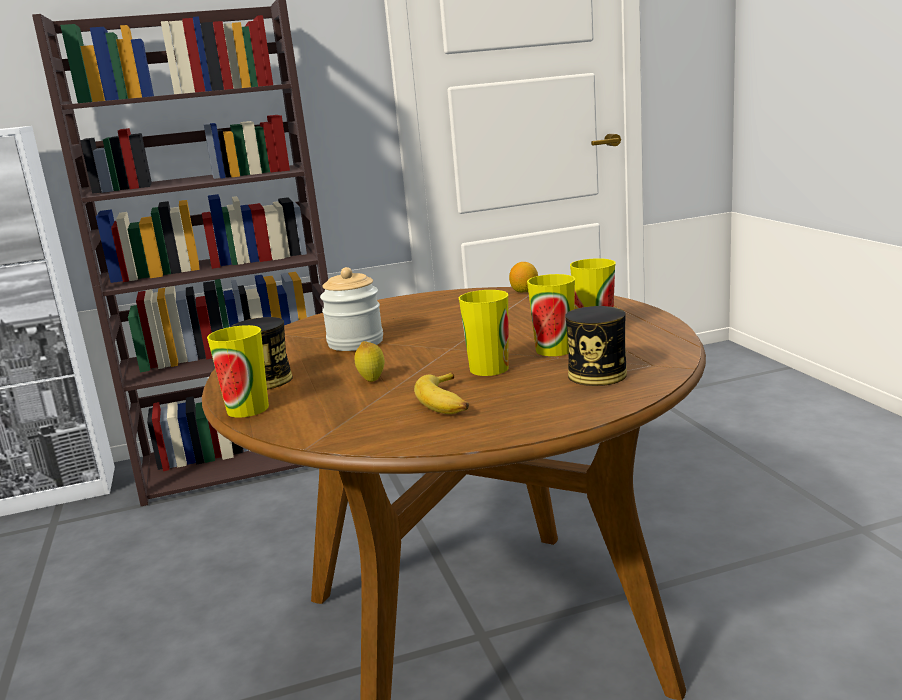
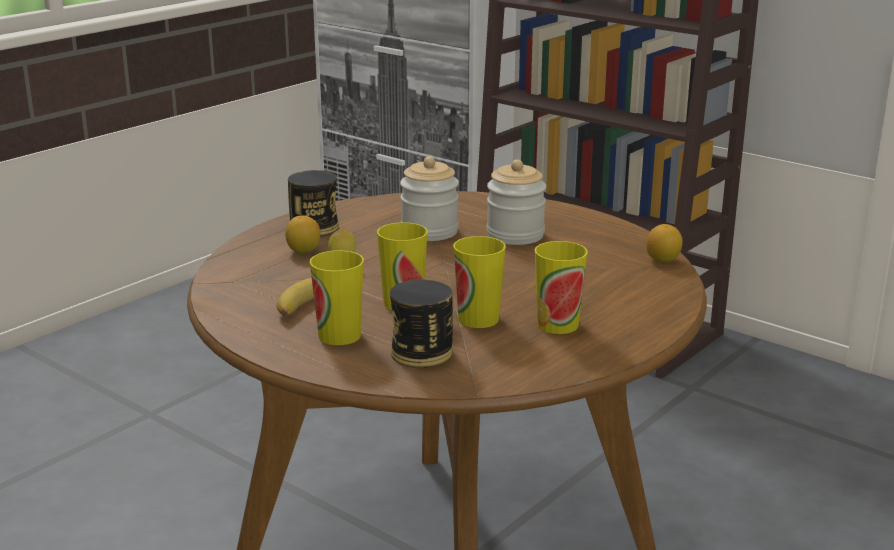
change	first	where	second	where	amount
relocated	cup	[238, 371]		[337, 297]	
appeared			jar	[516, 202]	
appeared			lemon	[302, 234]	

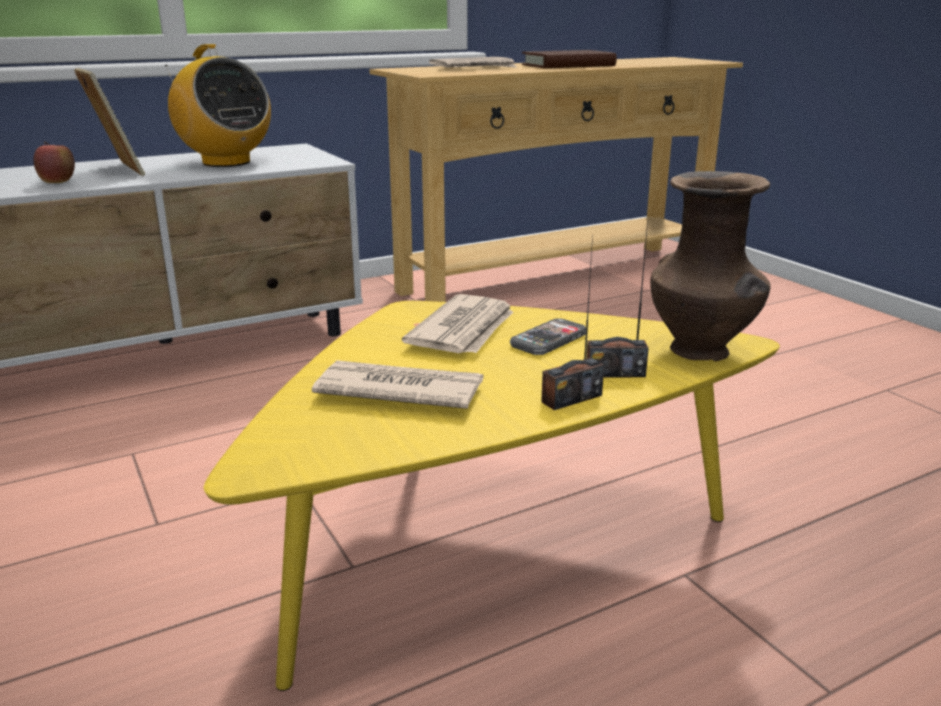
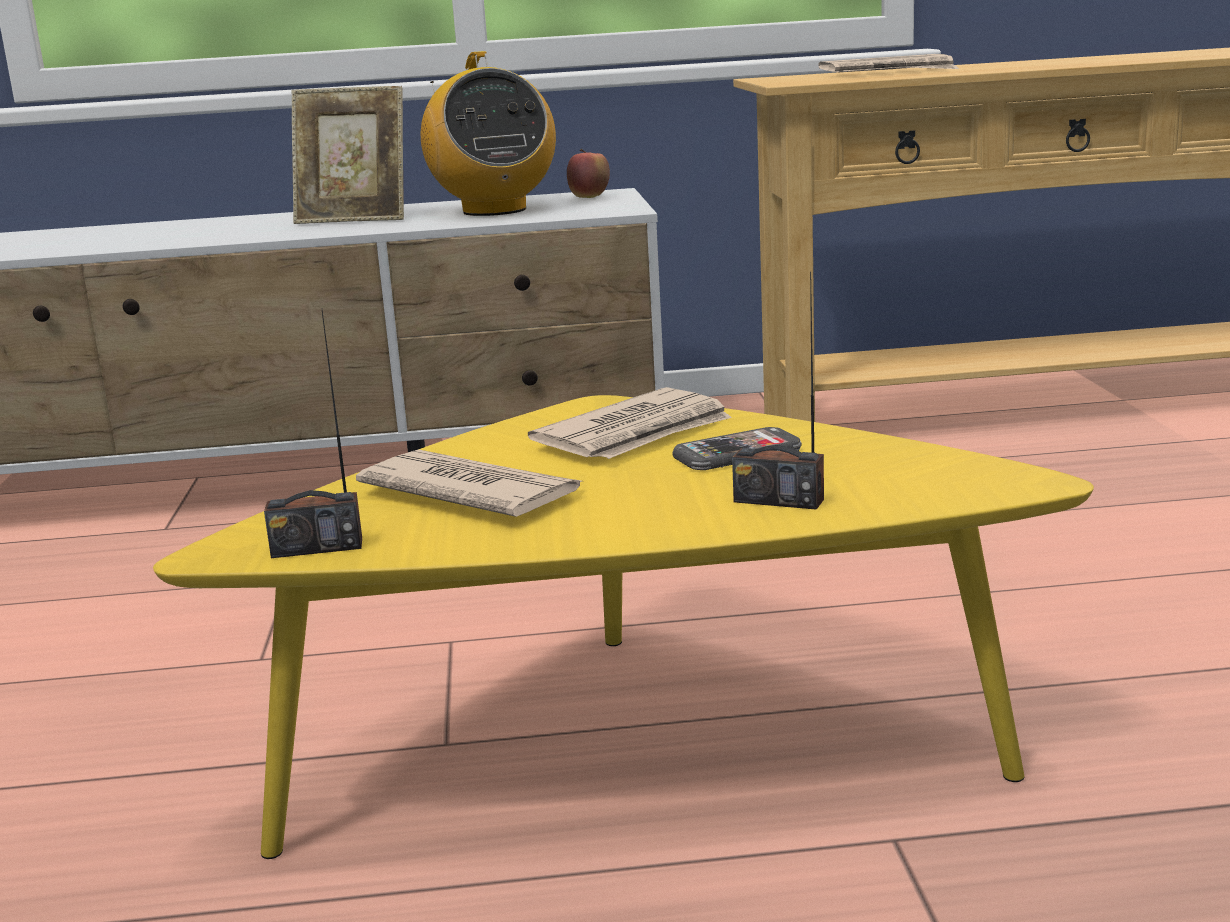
change	first	where	second	where	amount
missing	brown book	[569, 59]			
spun	picture frame	[109, 122]		[348, 155]	105 degrees clockwise
relocated	apple	[54, 162]		[588, 173]	
missing	brown vase	[710, 266]			
relocated	radio	[572, 322]		[313, 434]	

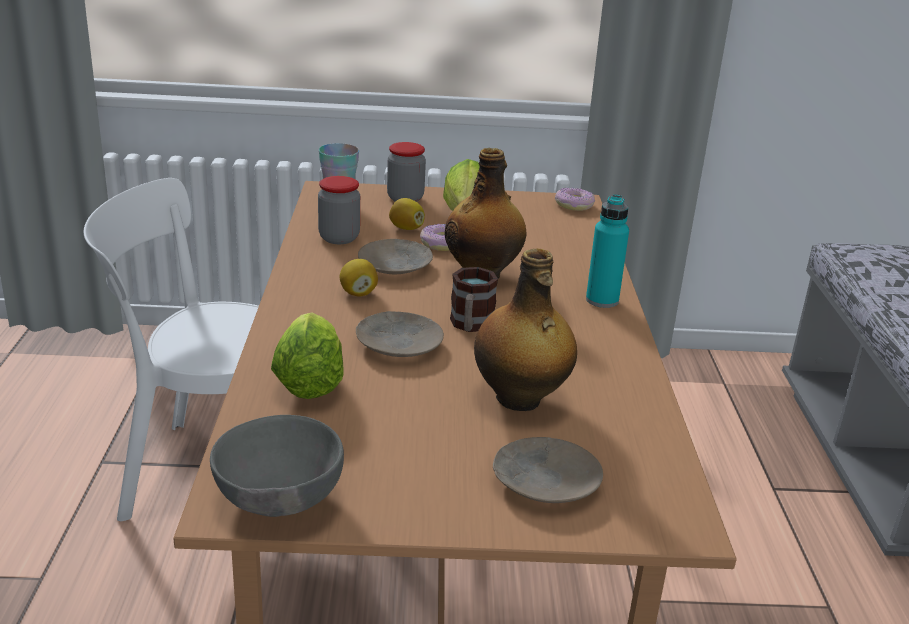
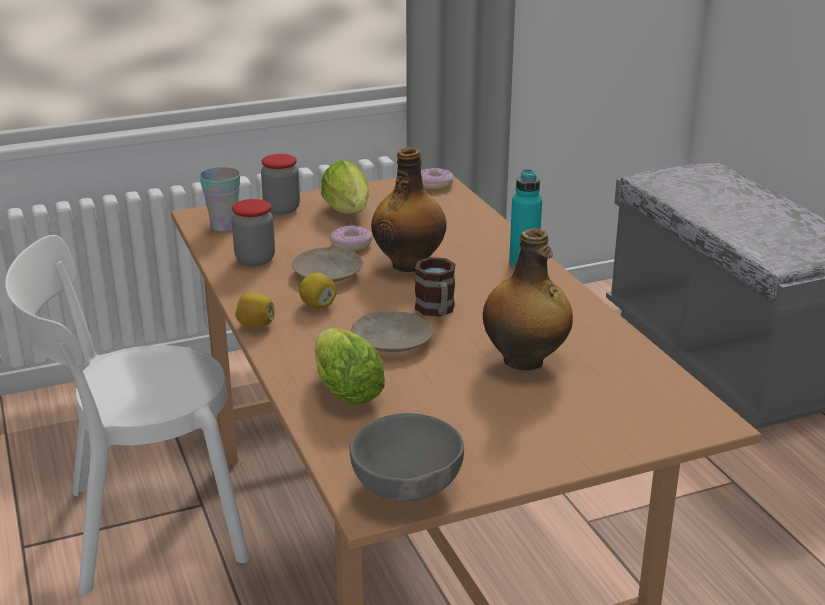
change	first	where	second	where	amount
relocated	lemon	[407, 214]		[255, 309]	
missing	beige plate	[548, 470]			

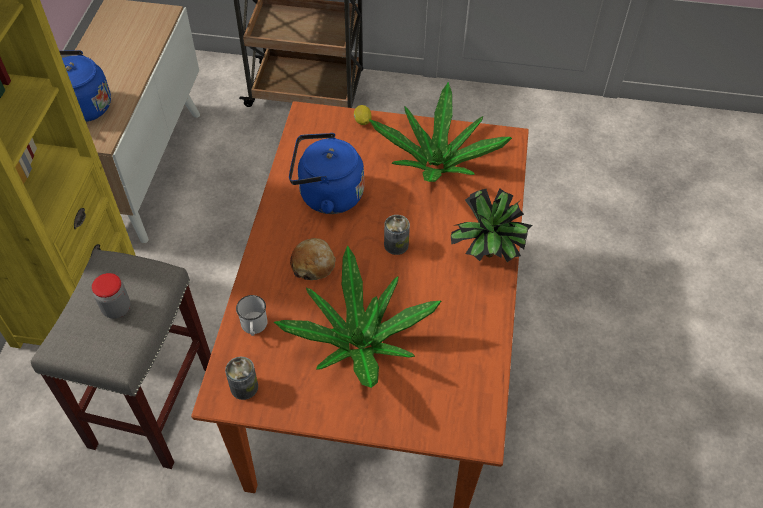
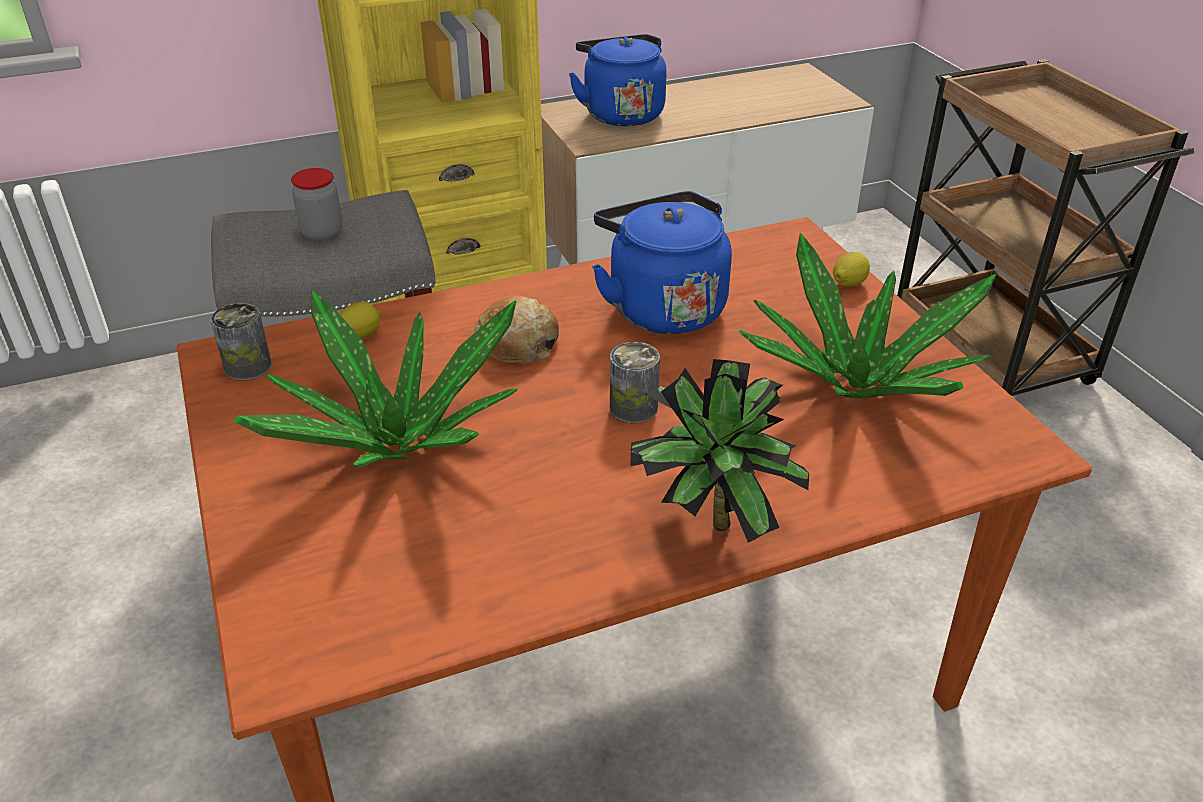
change	first	where	second	where	amount
exchanged	white mug	[252, 315]	lemon	[360, 320]	

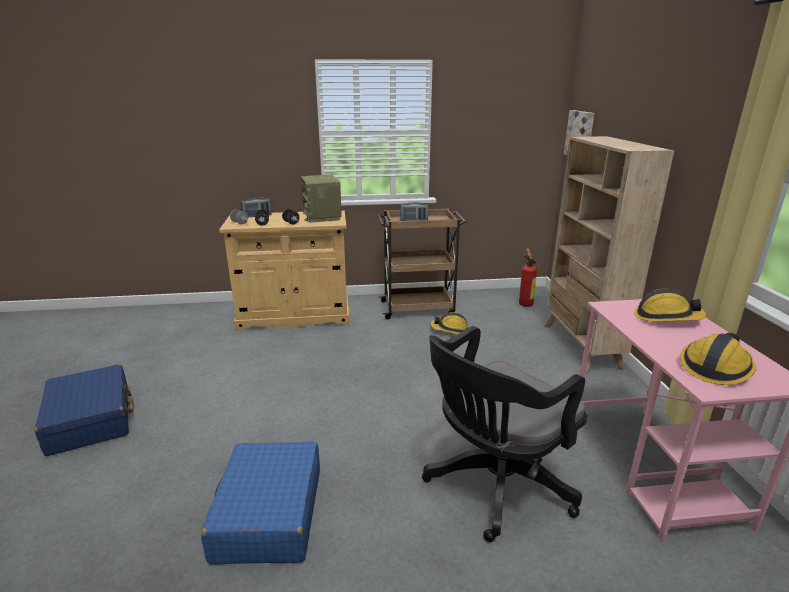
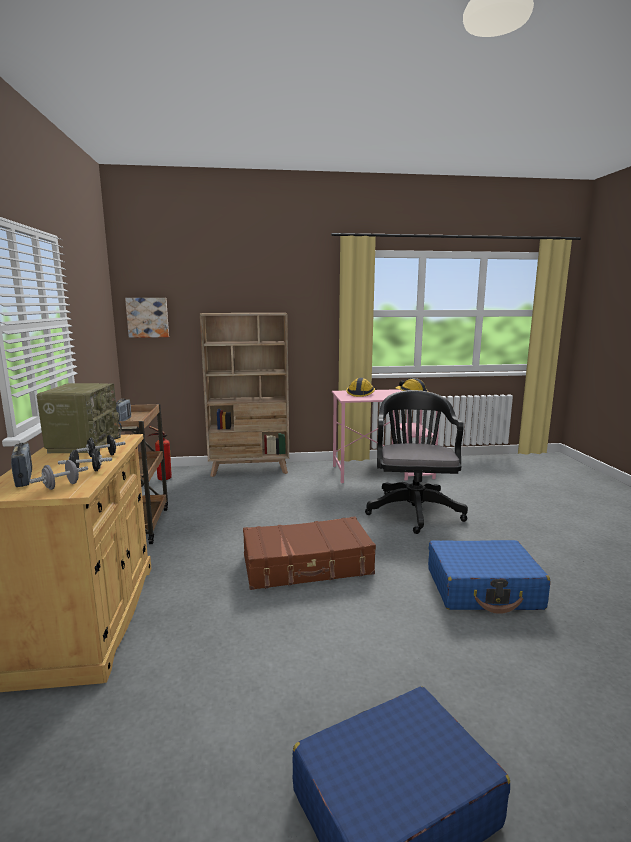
change	first	where	second	where	amount
spun	radio	[321, 199]		[79, 418]	75 degrees counterclockwise
missing	hard hat	[449, 323]			
spun	black office chair	[504, 434]		[416, 462]	135 degrees counterclockwise
appeared			brown suitcase	[309, 553]	

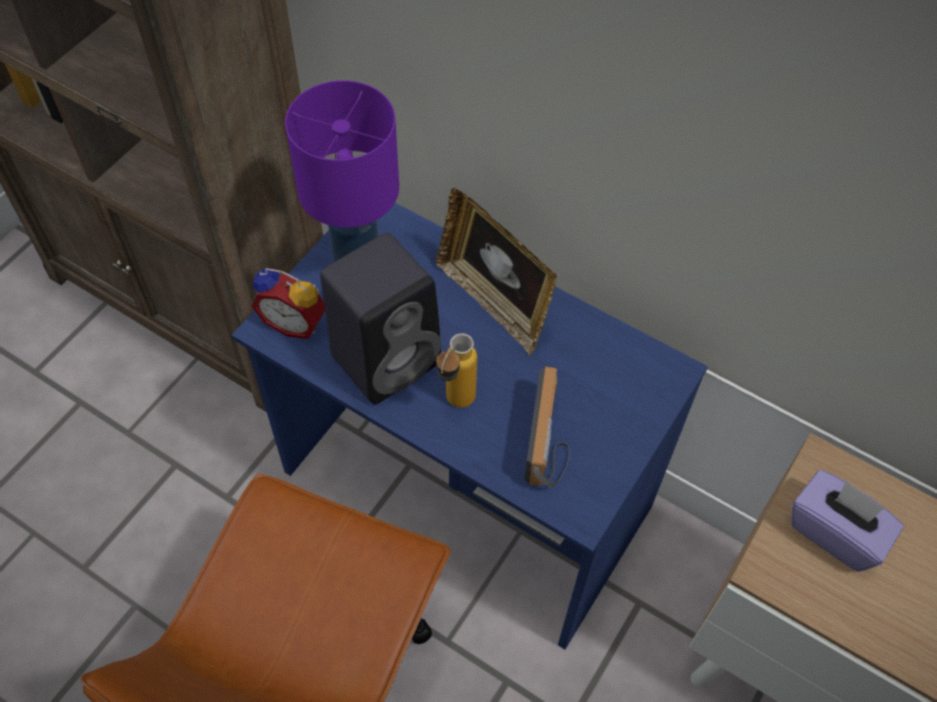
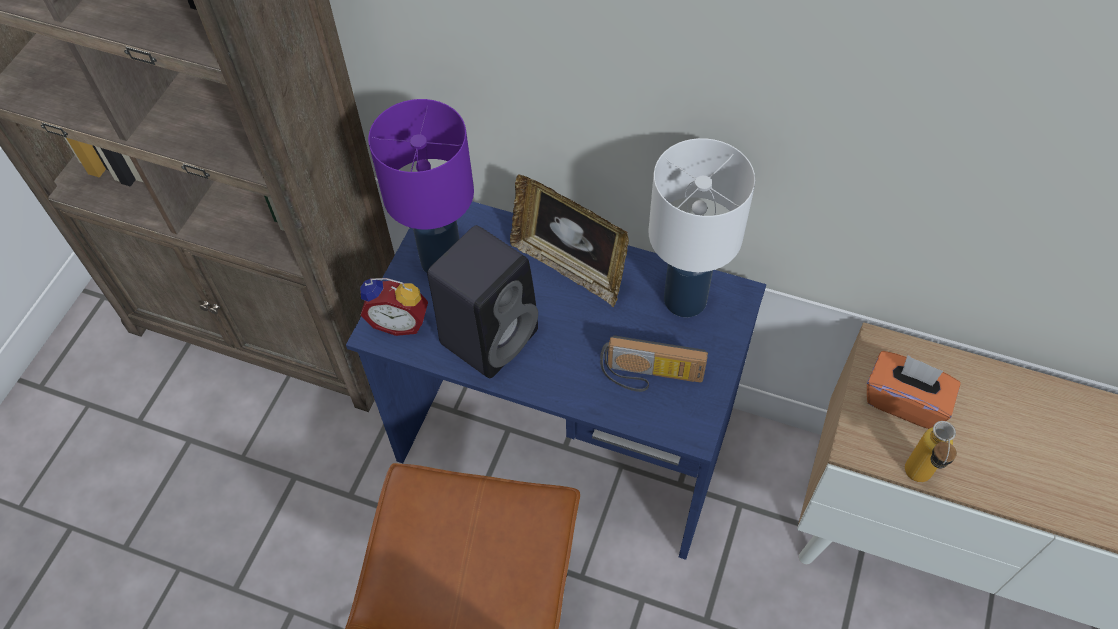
change	first	where	second	where	amount
relocated	bottle	[456, 370]		[931, 451]	
spun	radio	[547, 427]		[654, 364]	105 degrees clockwise
colour	purple tissue box	[847, 521]	orange tissue box	[914, 390]	
appeared			white table lamp	[702, 227]	

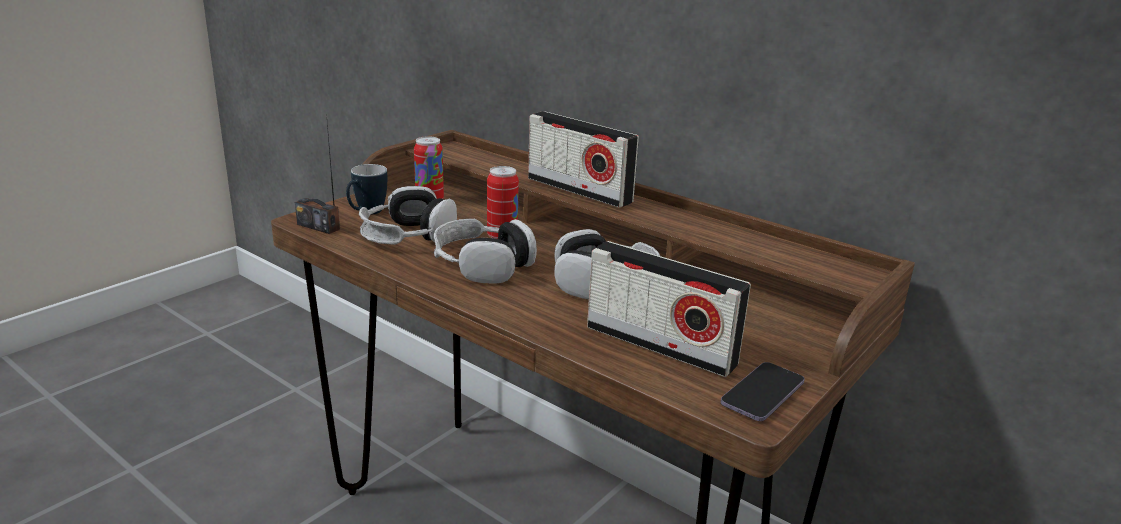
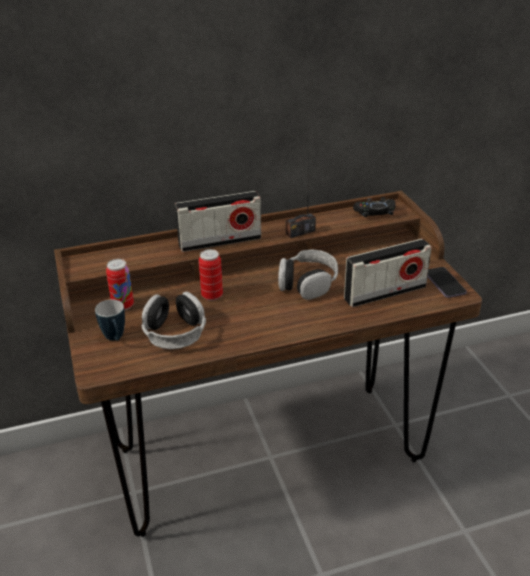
change	first	where	second	where	amount
relocated	radio	[317, 174]		[301, 204]	
missing	headphones	[485, 251]			
appeared			black game controller	[374, 207]	

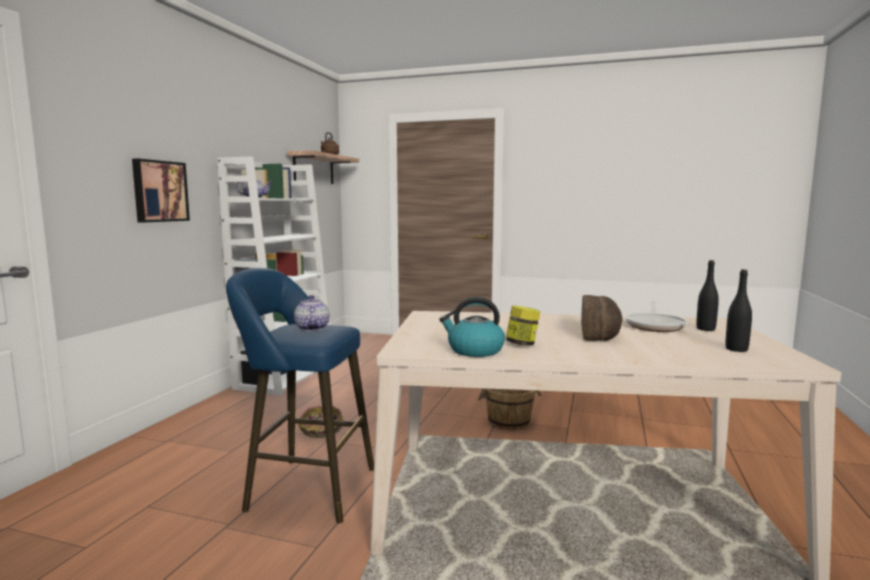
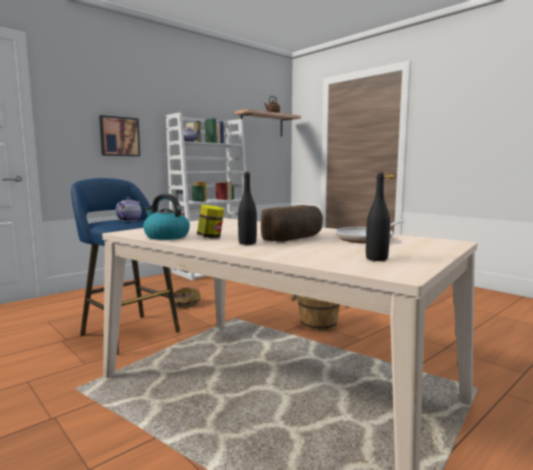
change	first	where	second	where	amount
relocated	black bottle	[707, 295]		[247, 208]	

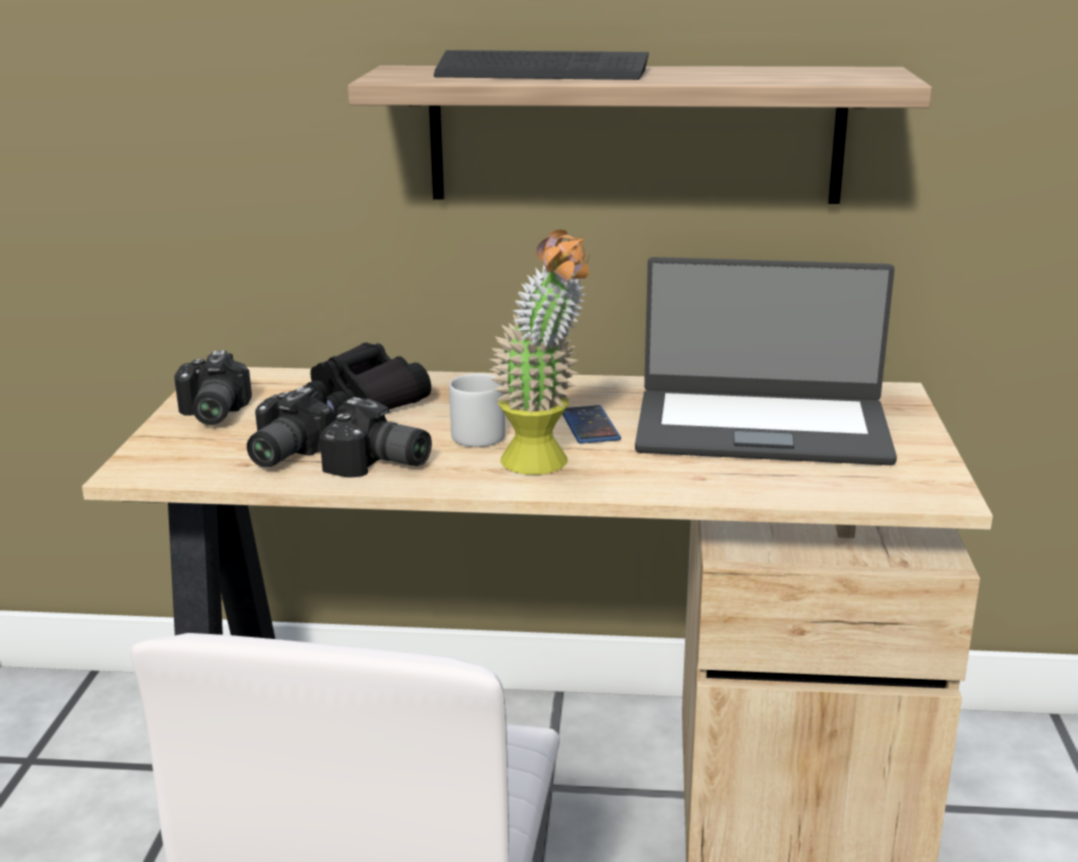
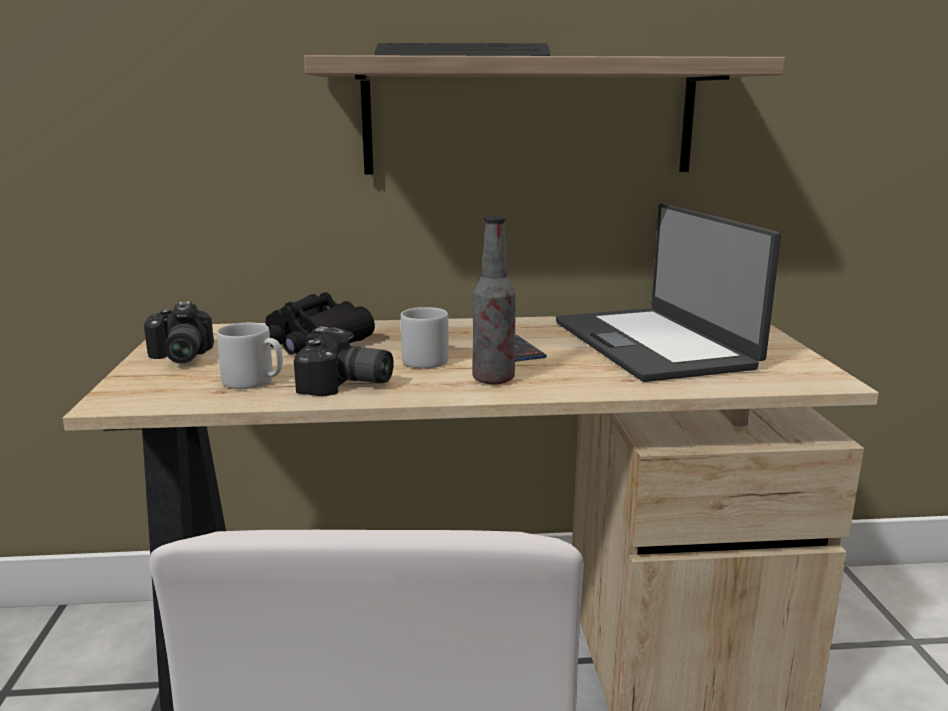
change	first	where	second	where	amount
exchanged	potted plant	[540, 352]	bottle	[494, 300]	
spun	laptop	[766, 361]		[668, 292]	75 degrees clockwise
exchanged	photo camera	[292, 427]	grey mug	[249, 356]	

